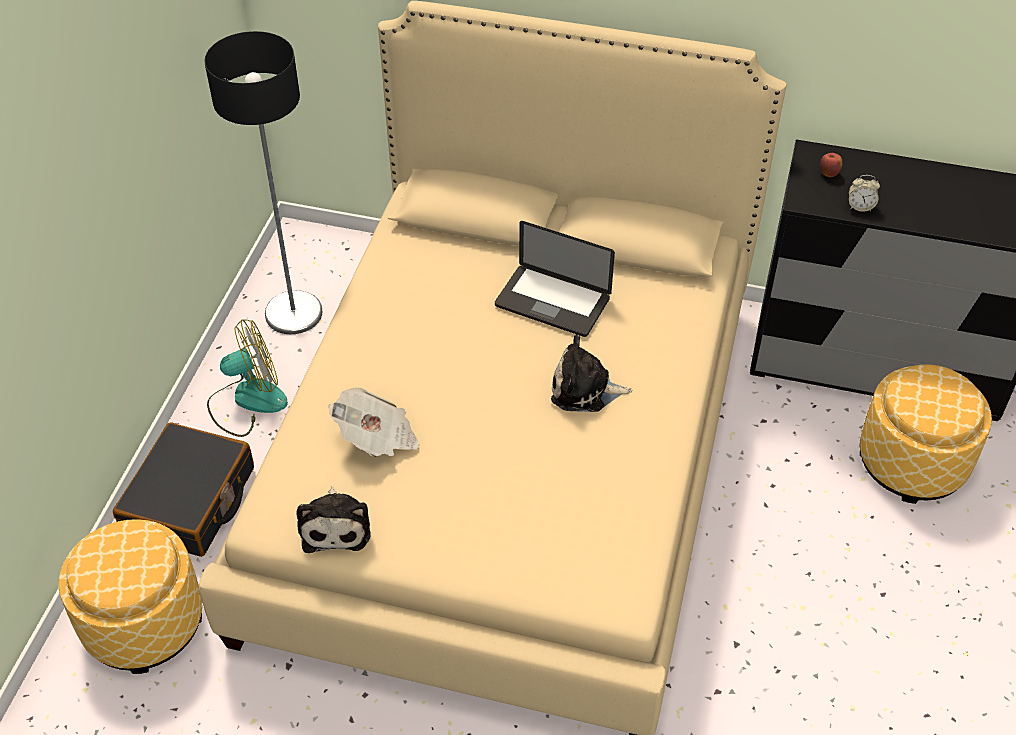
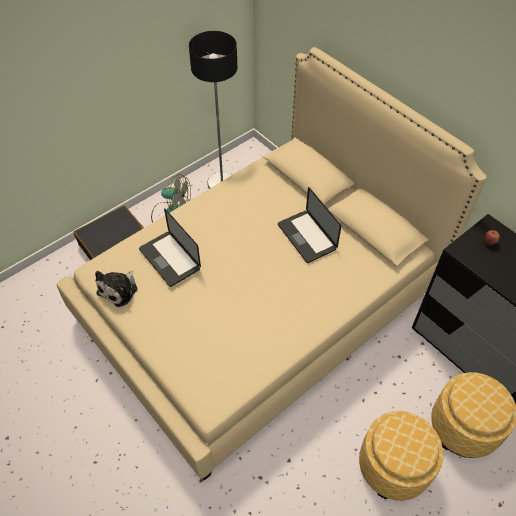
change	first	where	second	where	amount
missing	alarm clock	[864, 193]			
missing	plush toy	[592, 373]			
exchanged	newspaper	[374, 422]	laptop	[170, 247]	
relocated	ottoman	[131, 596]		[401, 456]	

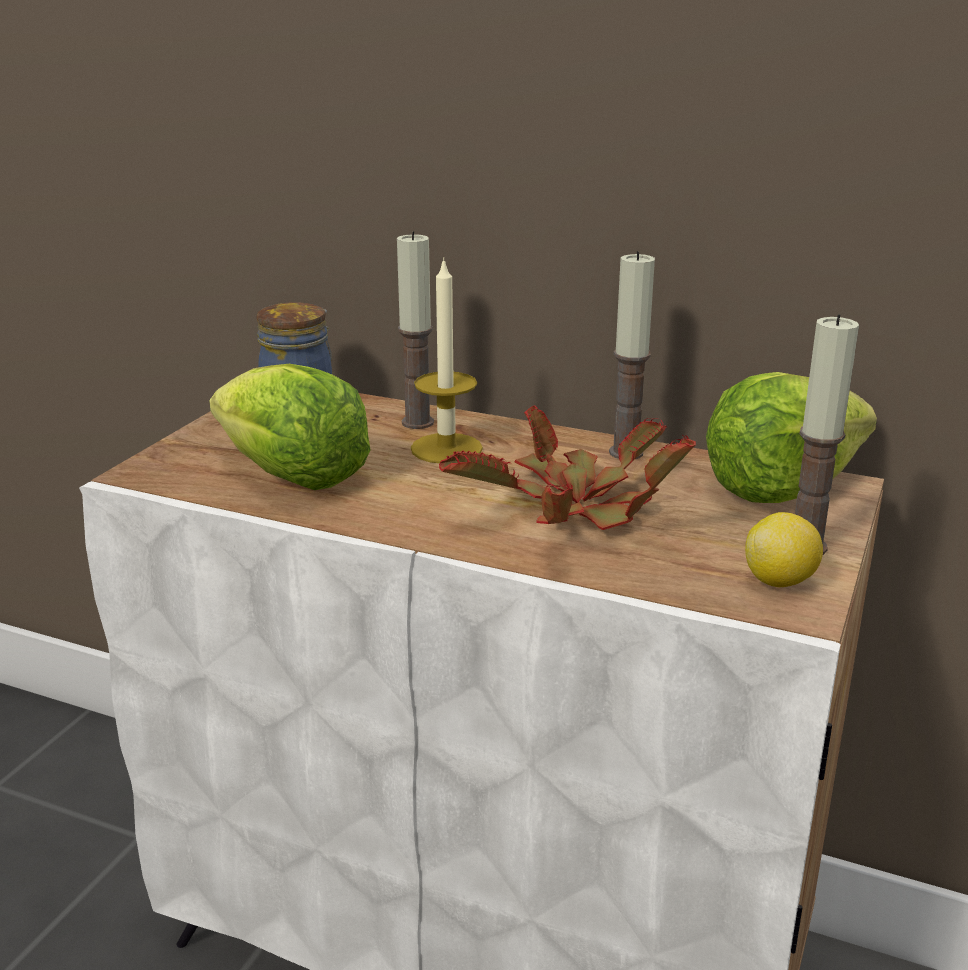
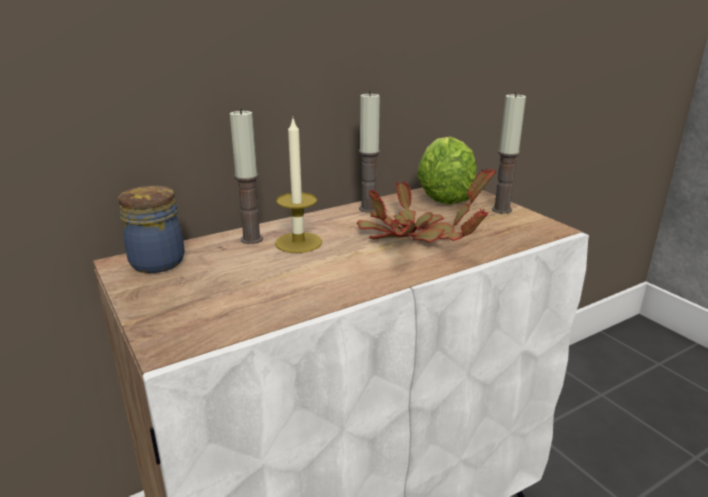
change	first	where	second	where	amount
missing	lettuce	[290, 427]			
missing	lemon	[784, 549]			

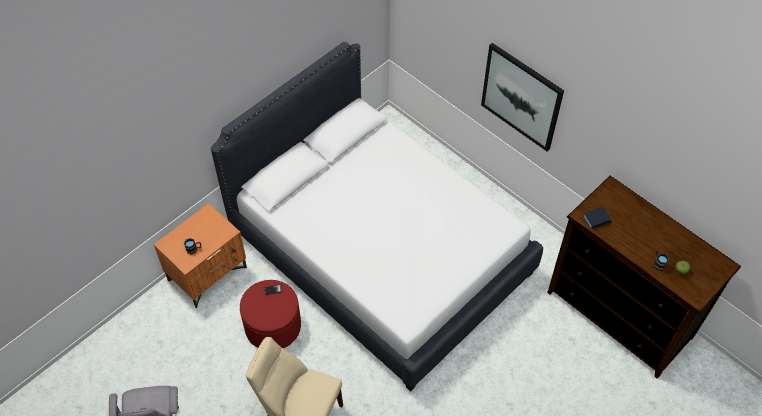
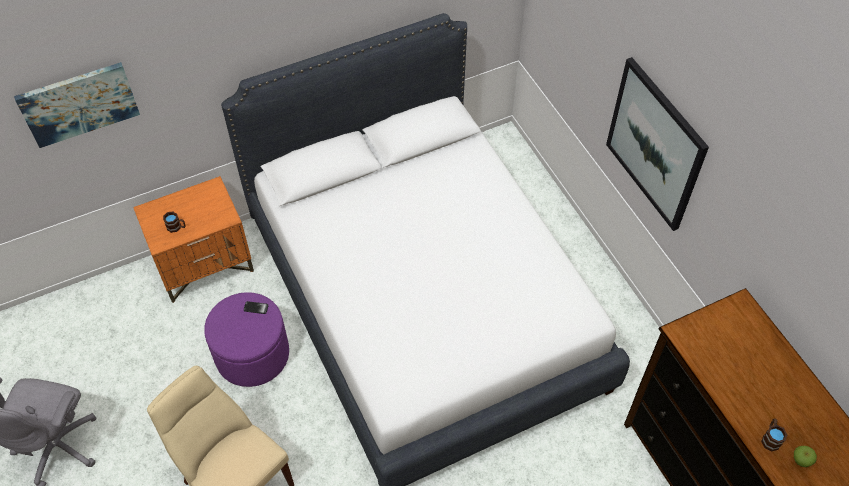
change	first	where	second	where	amount
missing	book	[597, 218]			
colour	red ottoman	[270, 314]	purple ottoman	[246, 339]	
appeared			picture	[77, 105]	

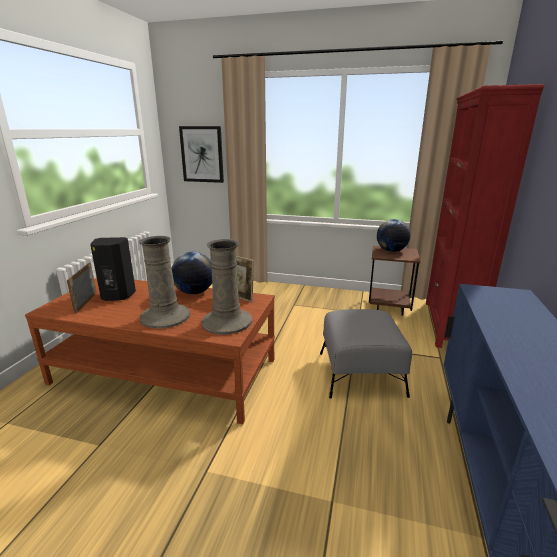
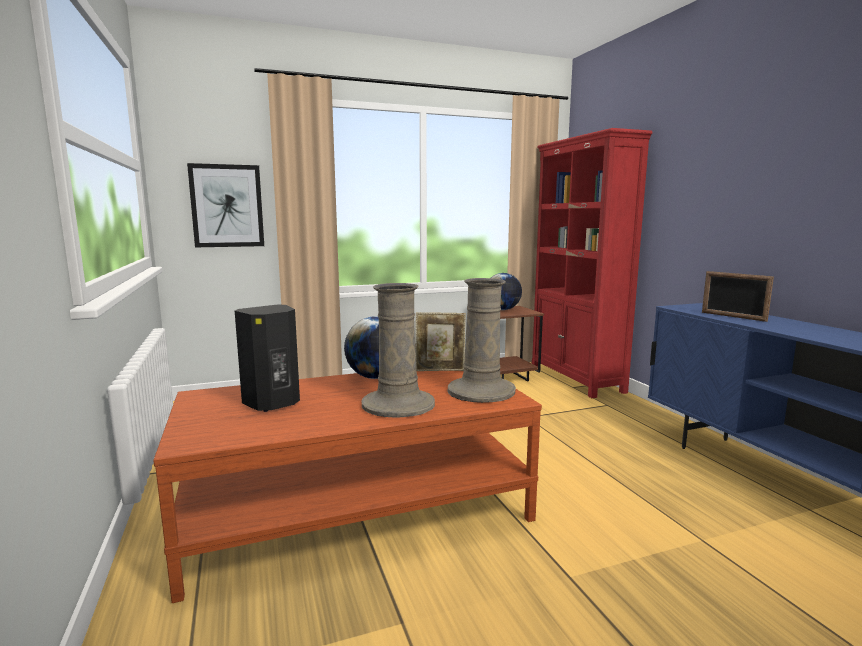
change	first	where	second	where	amount
relocated	picture frame	[82, 288]		[738, 296]	
missing	grey ottoman	[366, 354]			

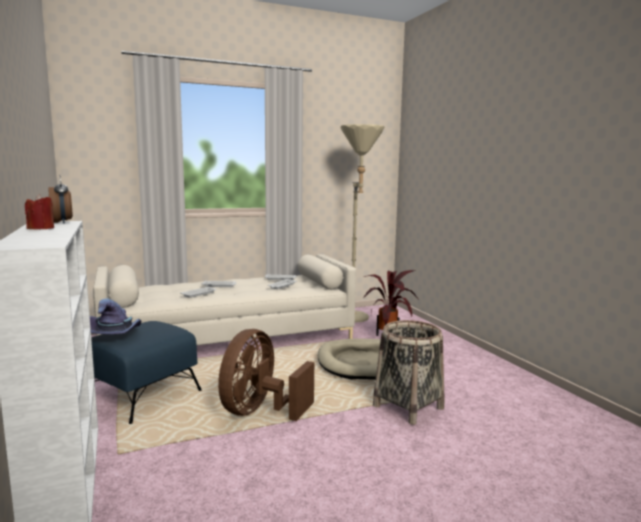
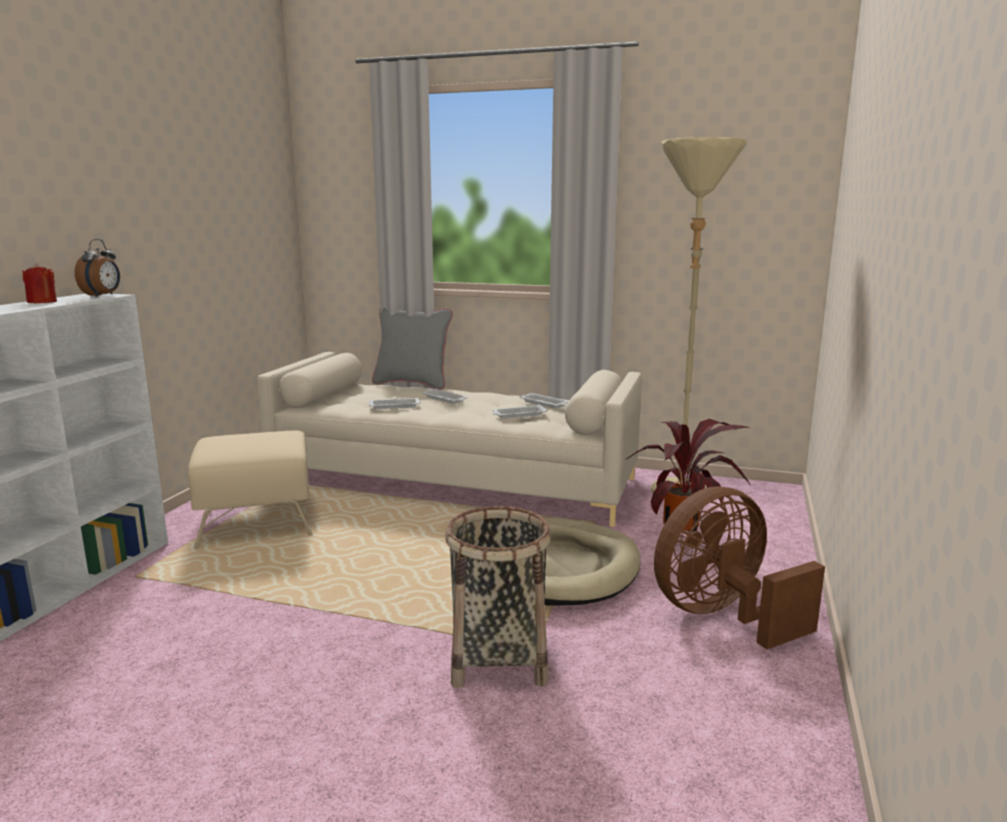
change	first	where	second	where	amount
missing	purple hat	[115, 316]			
colour	blue ottoman	[146, 372]	beige ottoman	[250, 489]	
relocated	brown fan	[266, 375]		[739, 567]	
appeared			grey pillow	[412, 348]	

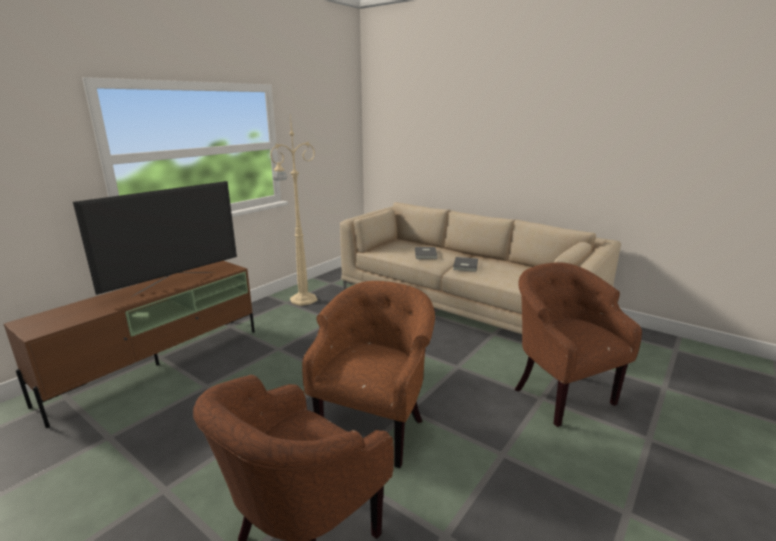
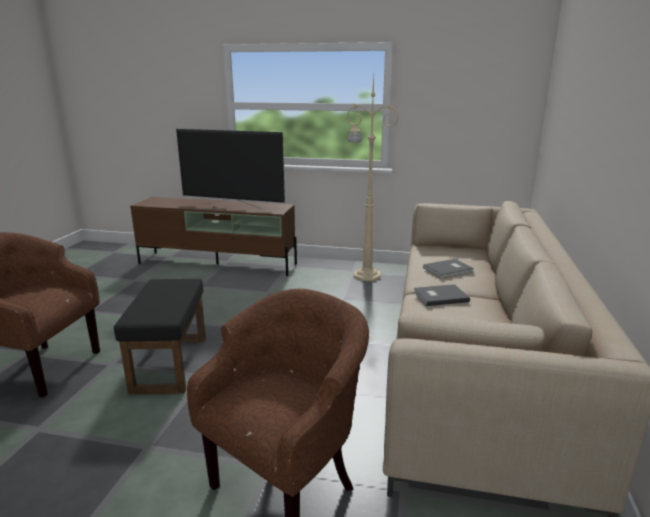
change	first	where	second	where	amount
exchanged	brown armchair	[368, 374]	black ottoman	[160, 337]	

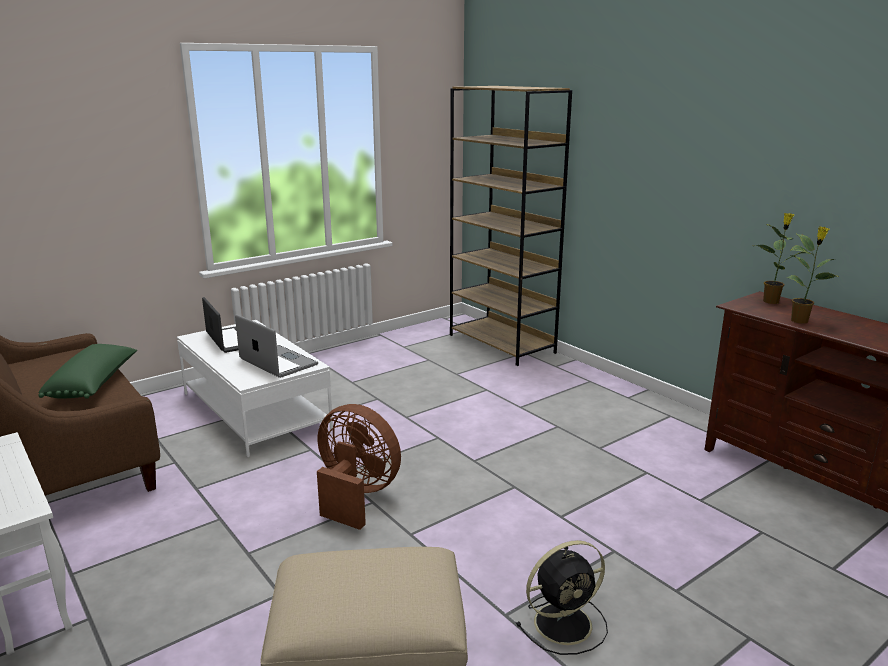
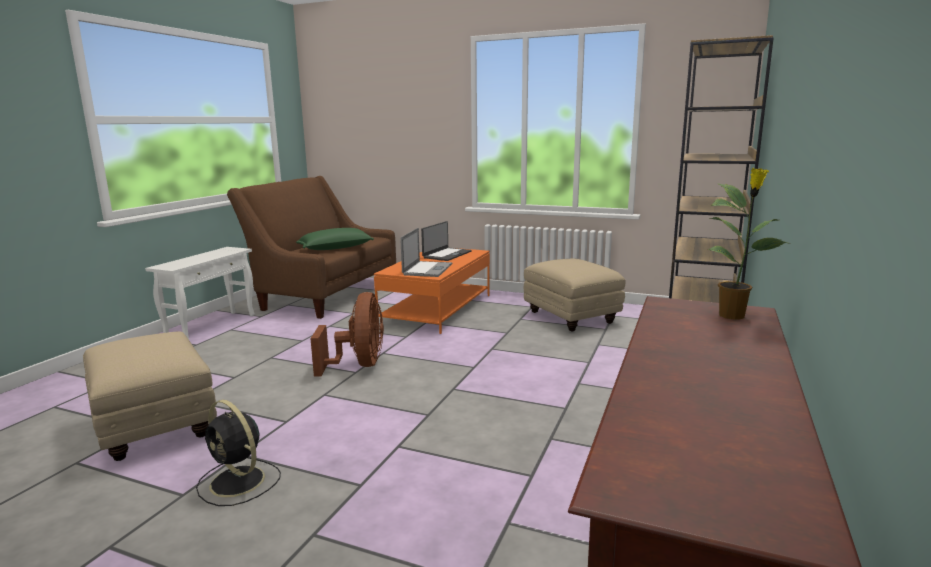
change	first	where	second	where	amount
missing	potted plant	[812, 275]			
colour	white coffee table	[255, 388]	orange coffee table	[432, 291]	
appeared			beige ottoman	[575, 295]	

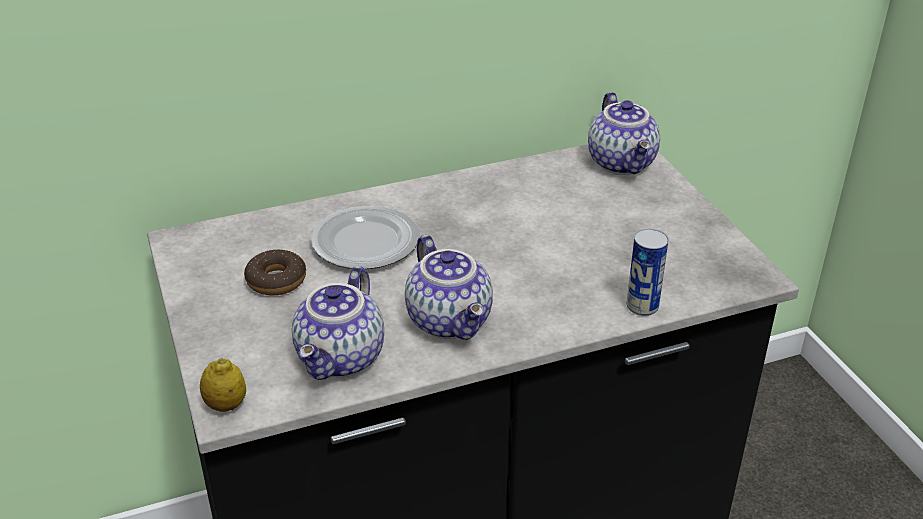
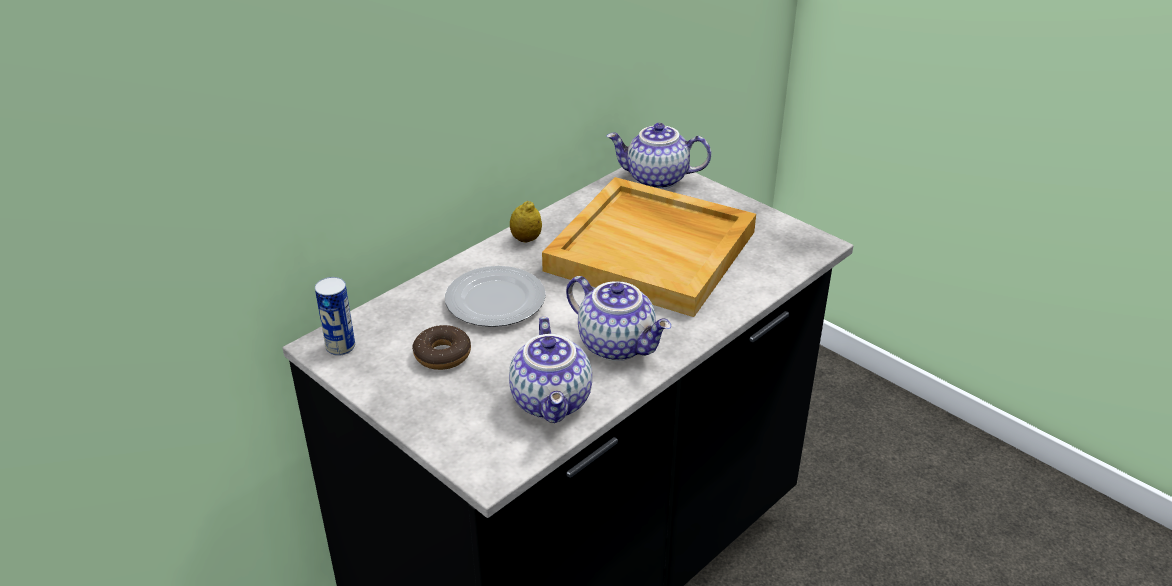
change	first	where	second	where	amount
spun	teapot	[624, 133]		[658, 156]	135 degrees clockwise
relocated	can	[647, 272]		[335, 316]	
relocated	lemon	[223, 385]		[526, 222]	
appeared			beige tray	[649, 247]	

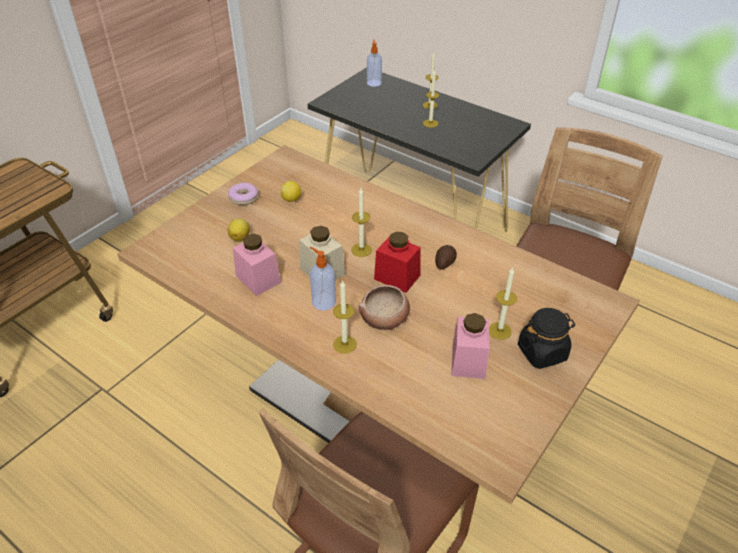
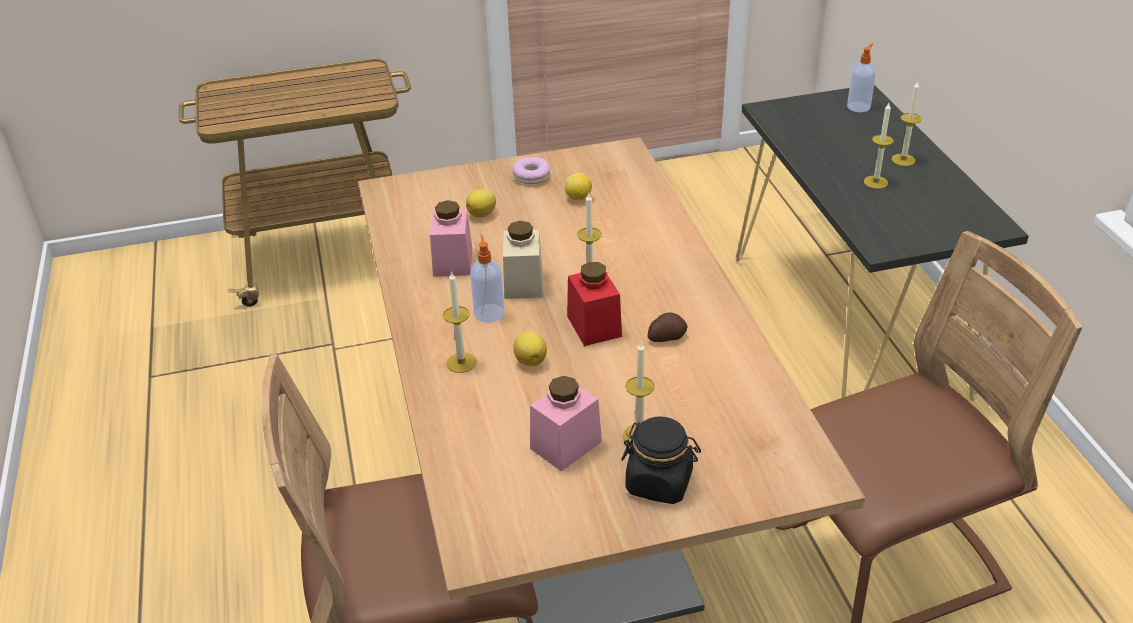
change	first	where	second	where	amount
exchanged	bowl	[384, 307]	lemon	[530, 348]	

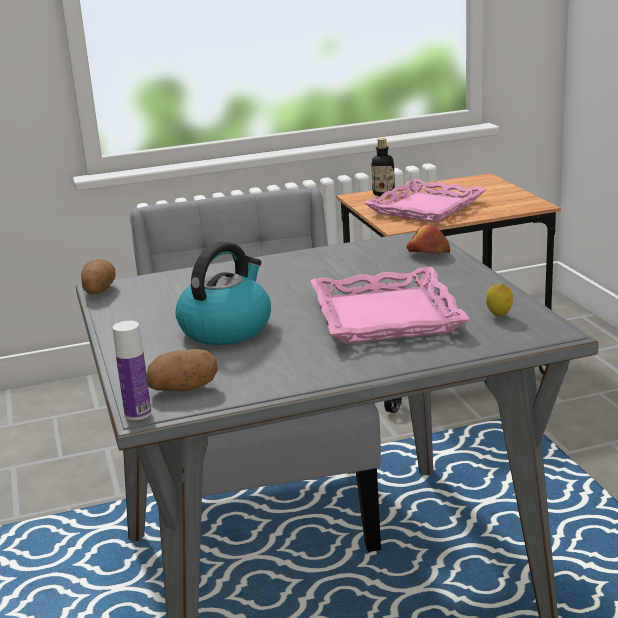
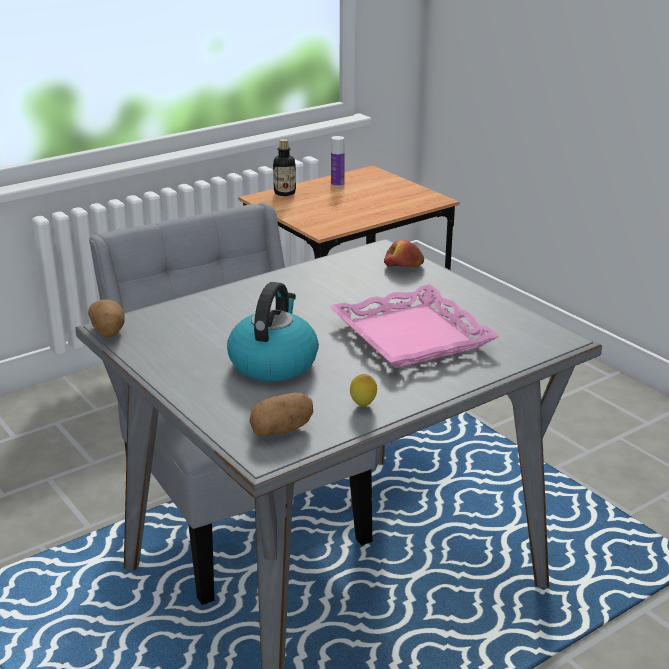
change	first	where	second	where	amount
missing	pink tray	[425, 200]			
relocated	lemon	[499, 300]		[363, 390]	
relocated	bottle	[132, 370]		[338, 161]	

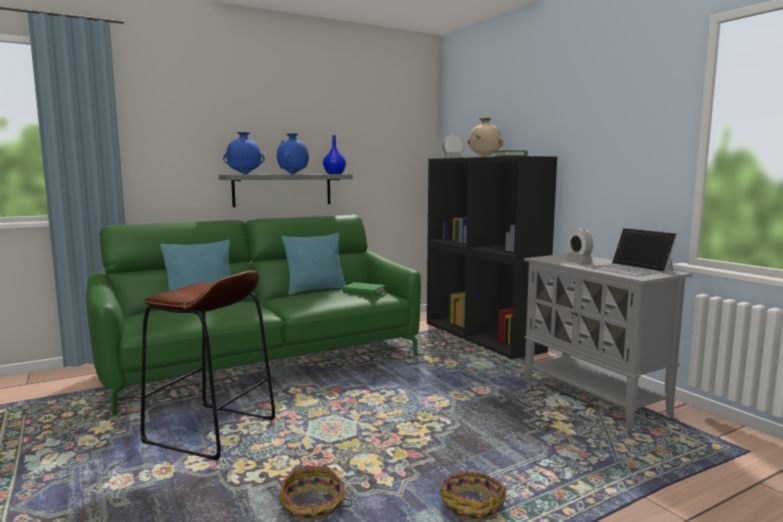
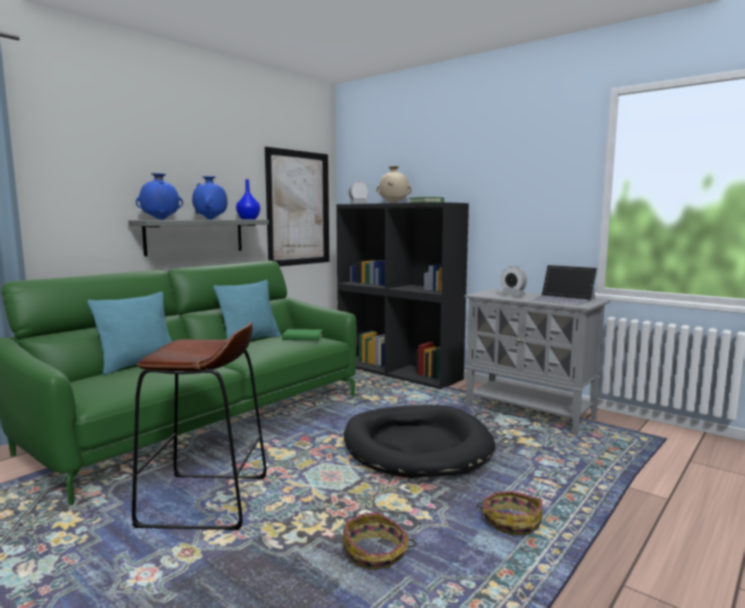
change	first	where	second	where	amount
appeared			picture	[297, 206]	
appeared			black dog bed	[420, 441]	

